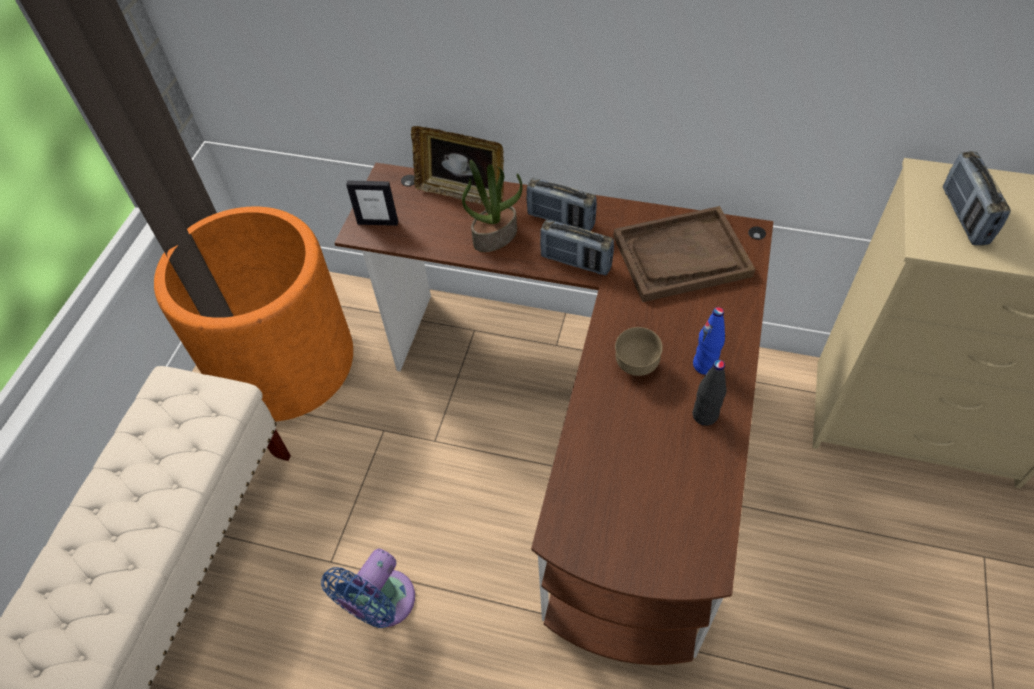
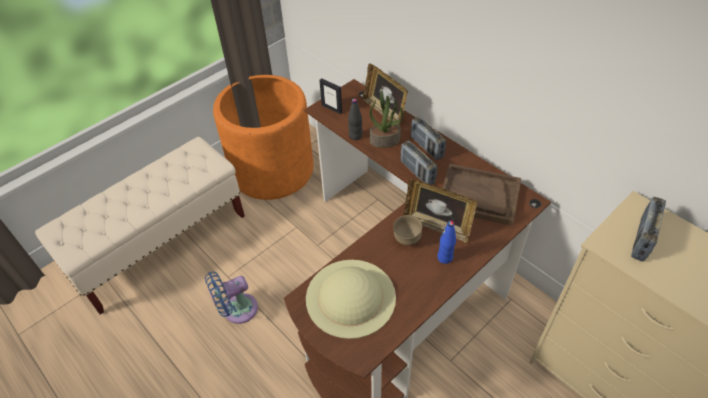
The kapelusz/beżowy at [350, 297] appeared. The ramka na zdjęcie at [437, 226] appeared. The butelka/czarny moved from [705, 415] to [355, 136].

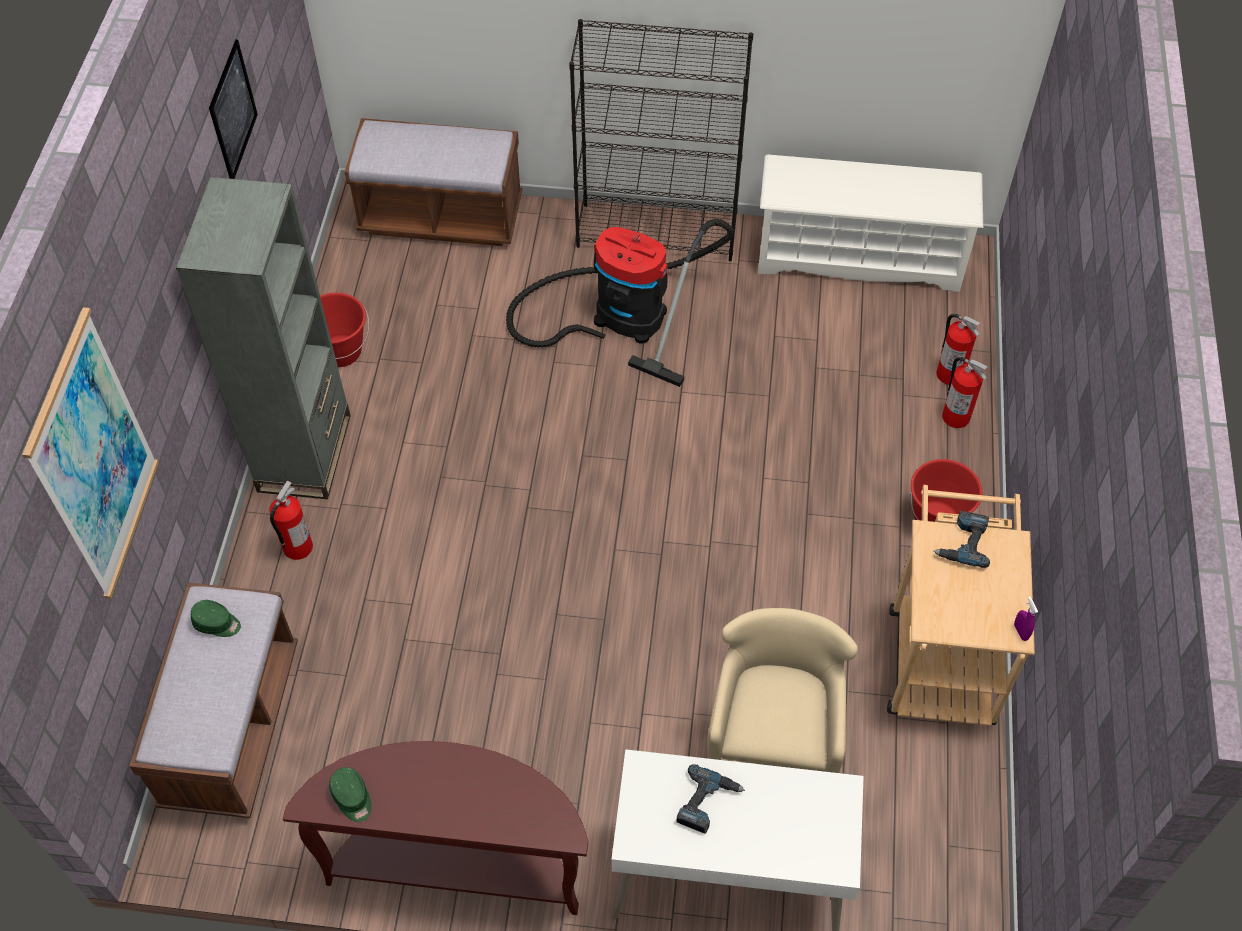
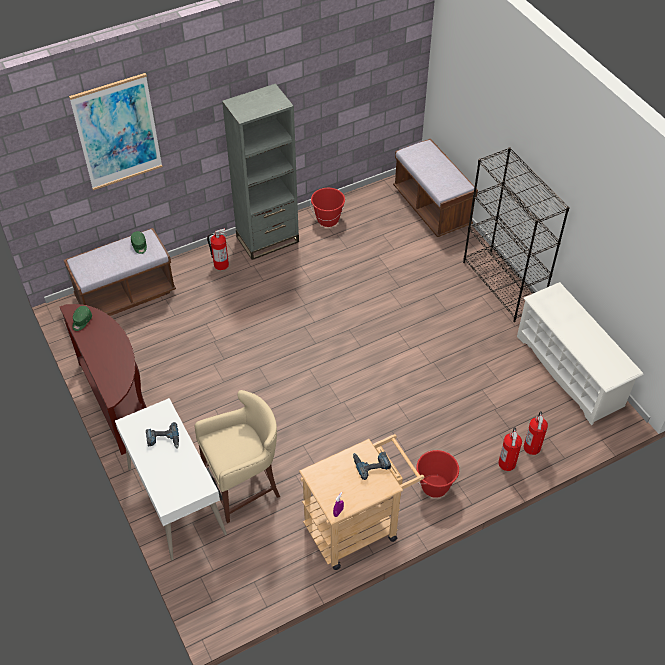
The obraz at [233, 111] disappeared. The odkurzacz at [621, 315] disappeared.

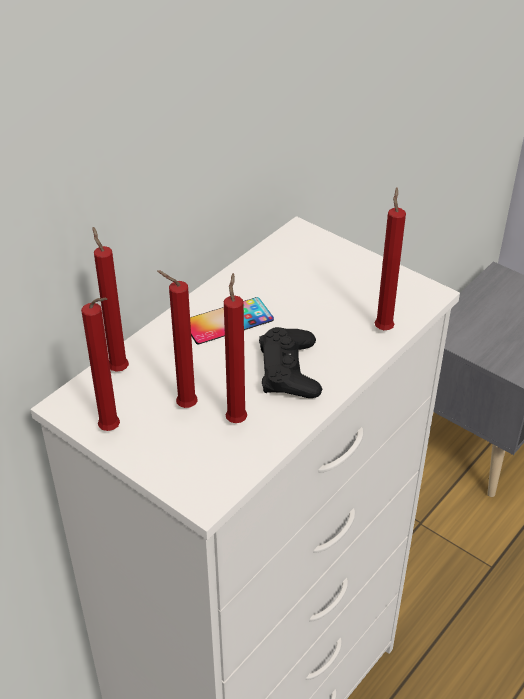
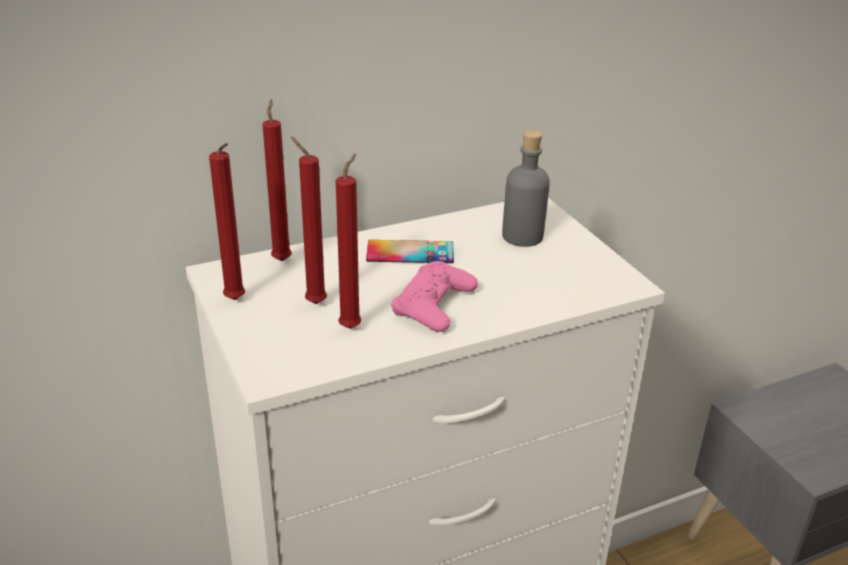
The świeca/czerwony at [383, 328] disappeared. The butelka/szary at [522, 236] appeared. The pad do gier/czarny at [289, 370] became the pad do gier/różowy at [434, 304].

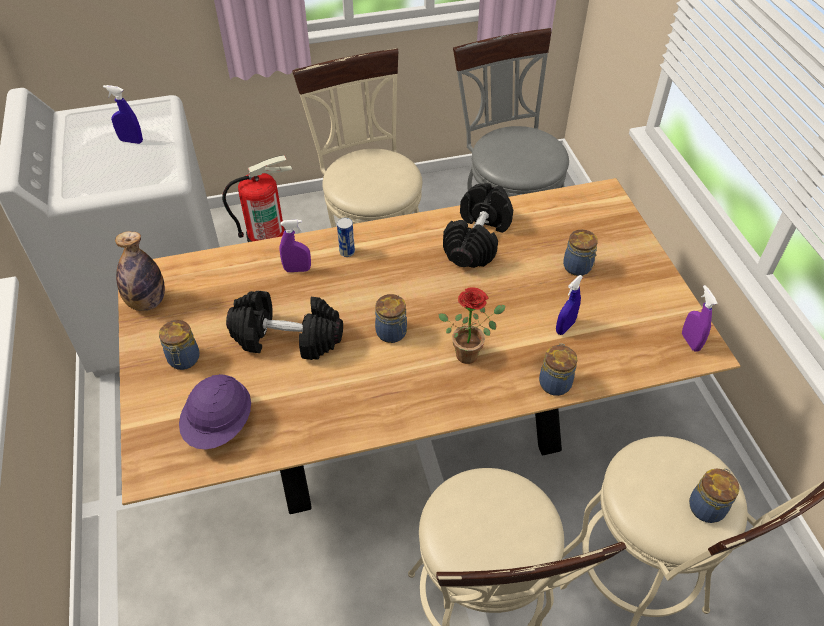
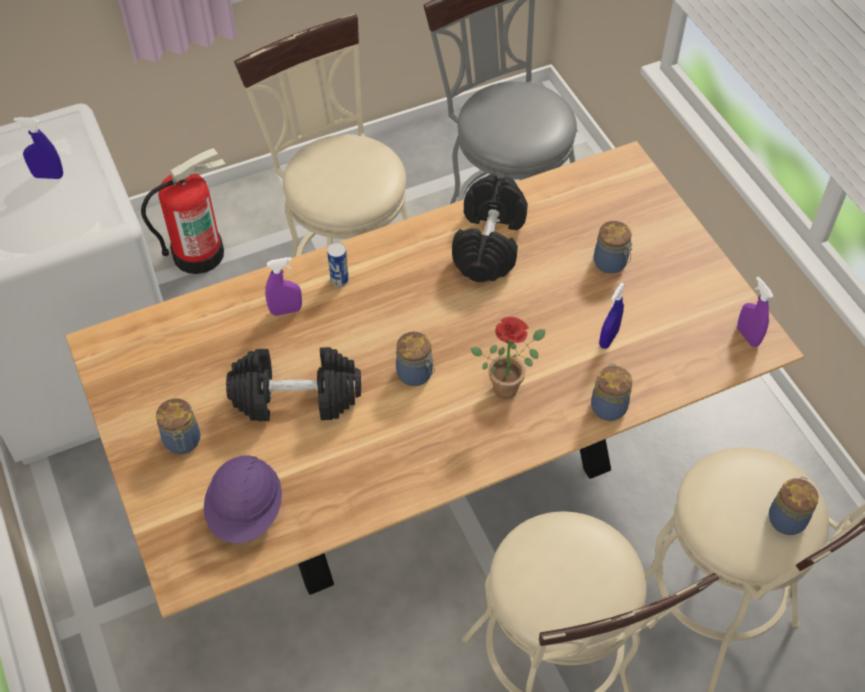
The butelka at [147, 302] disappeared.

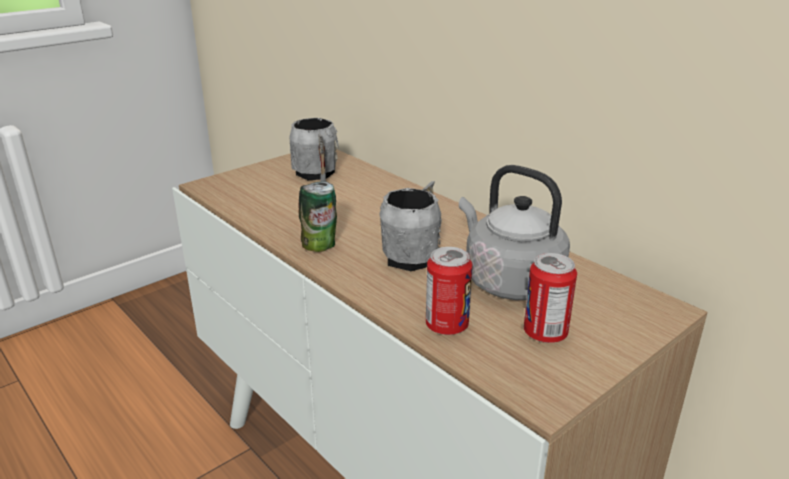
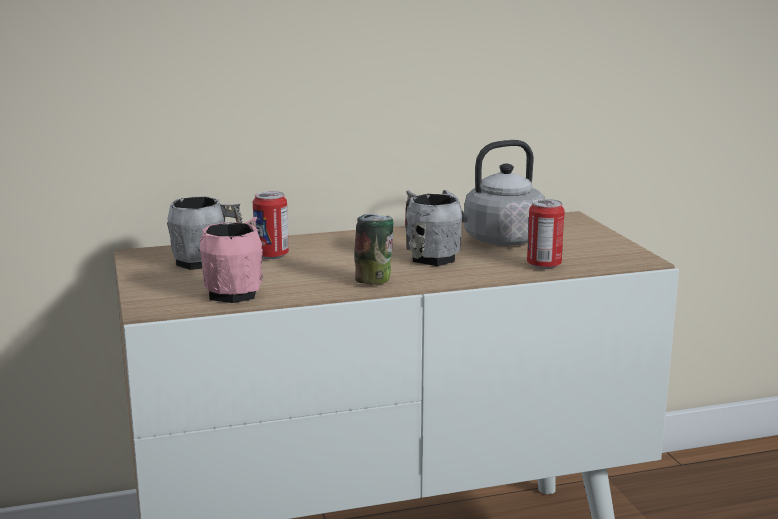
The kubek/różowy at [238, 291] appeared. The puszka moved from [545, 333] to [271, 255].

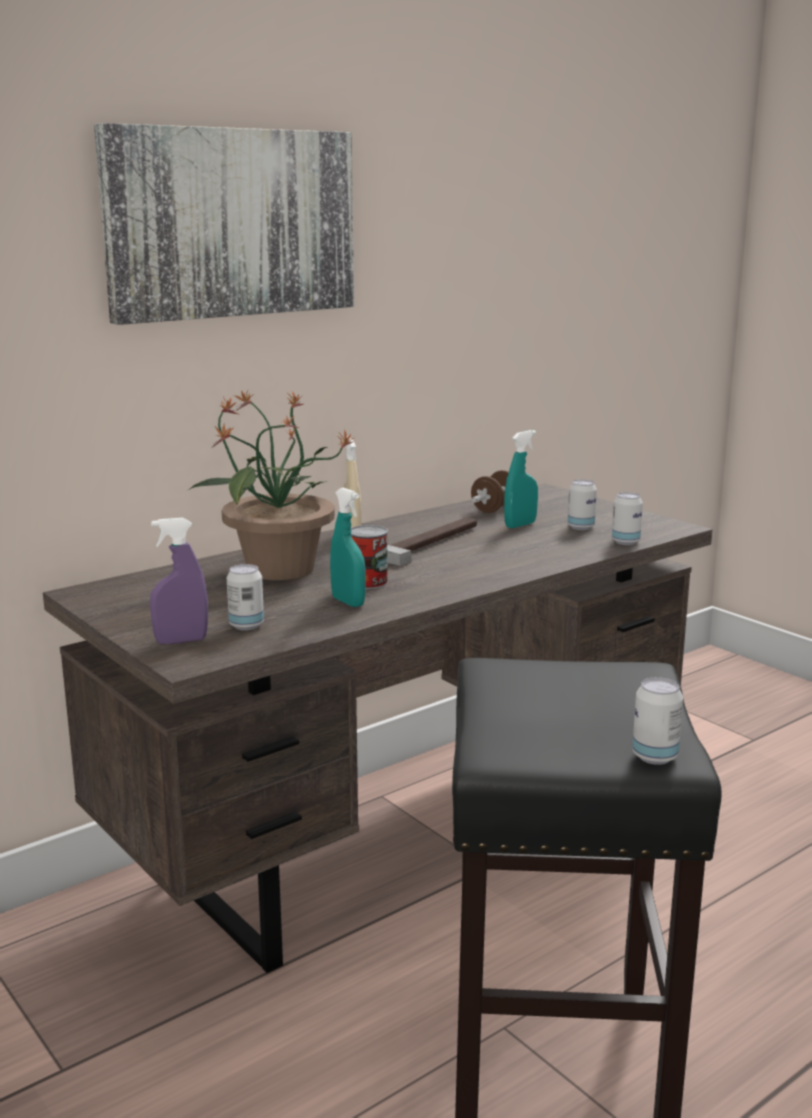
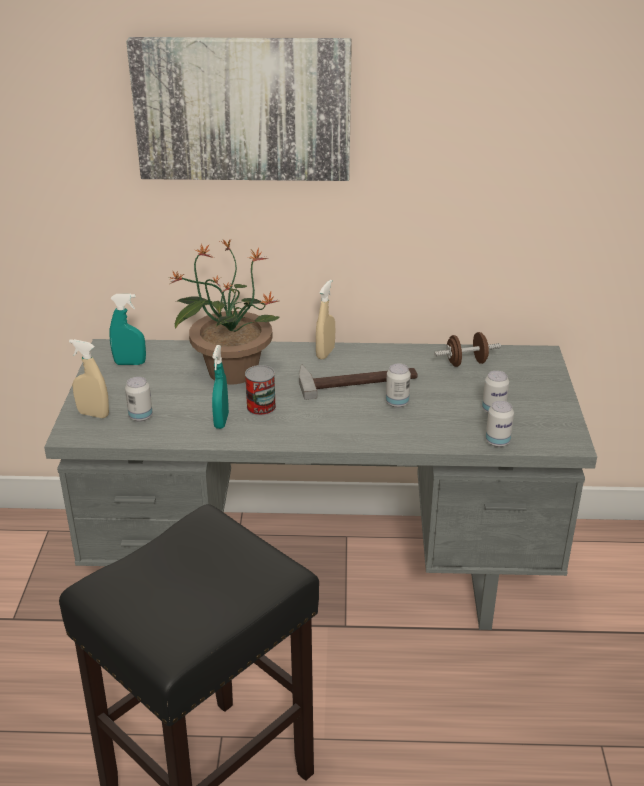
The spryskiwacz/turkusowy moved from [520, 525] to [130, 363]. The puszka moved from [654, 757] to [397, 403]. The biurko/brązowy at [406, 837] became the biurko/szary at [324, 576]. The spryskiwacz/fioletowy at [181, 641] became the spryskiwacz/beżowy at [93, 414].

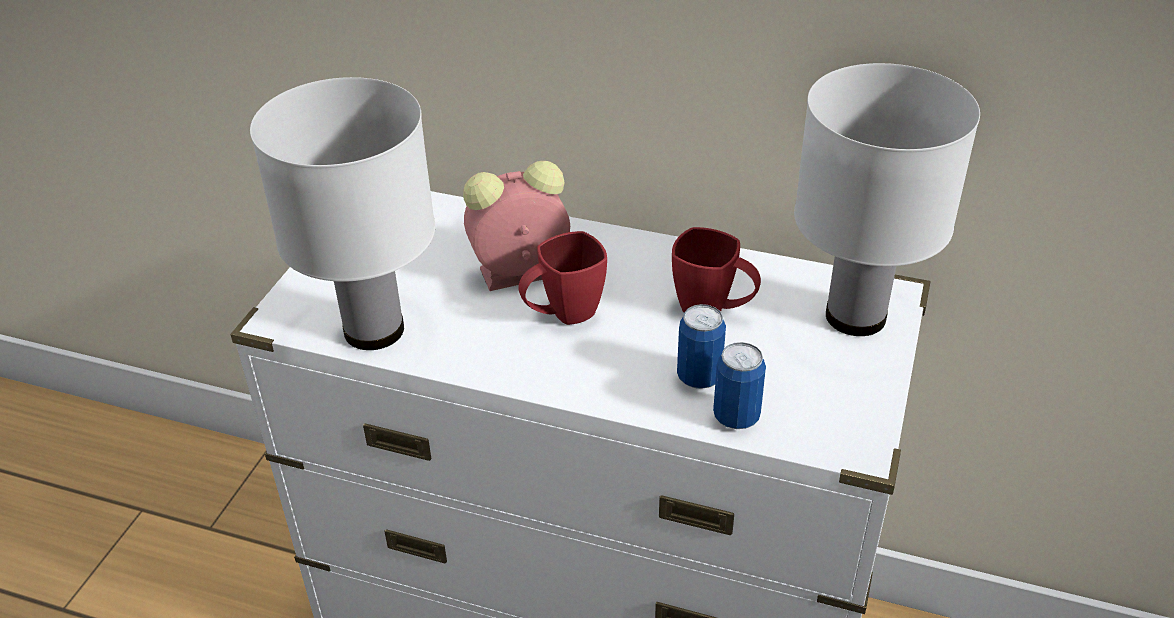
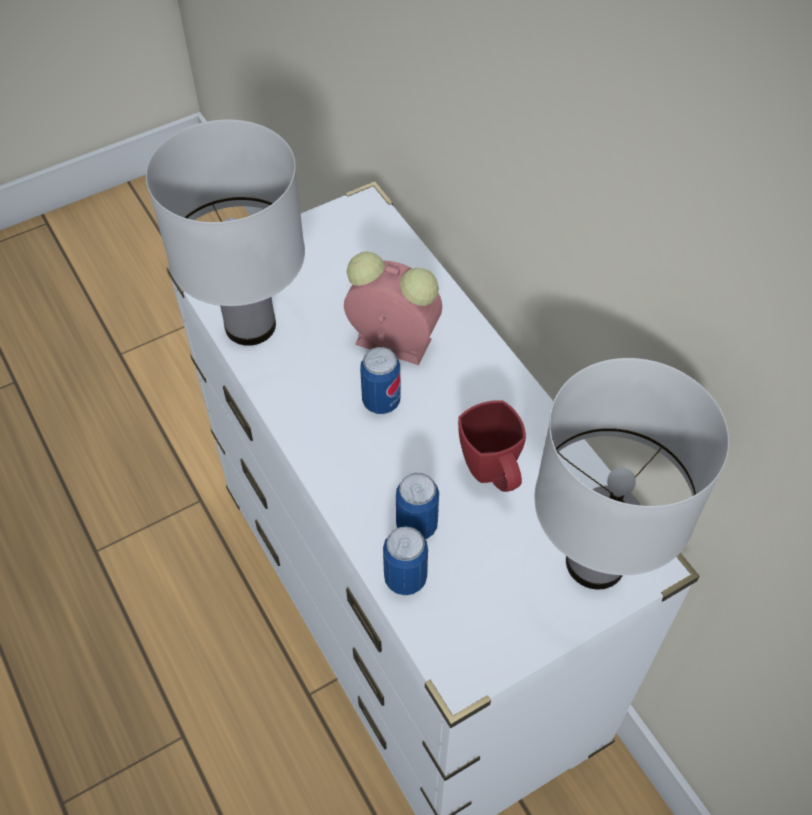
The kubek/czerwony at [562, 315] was replaced by the puszka at [381, 401].

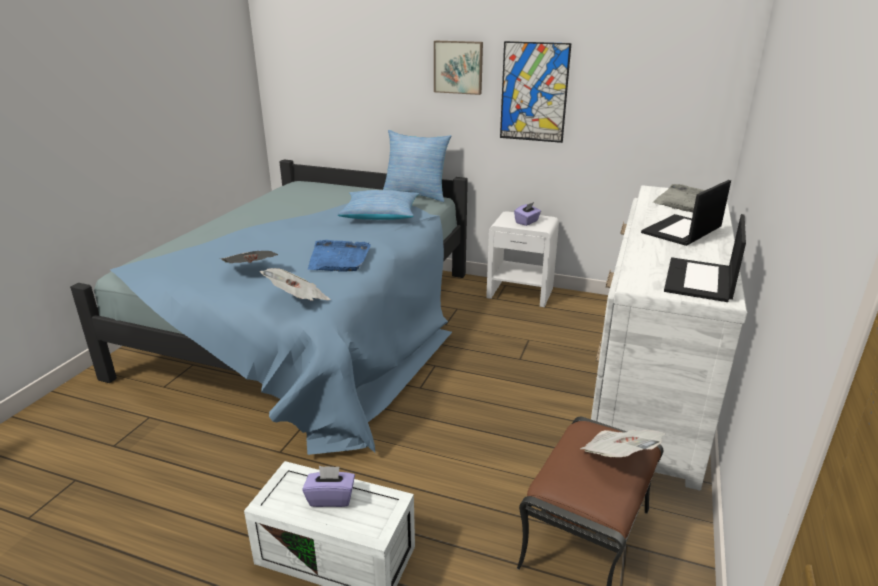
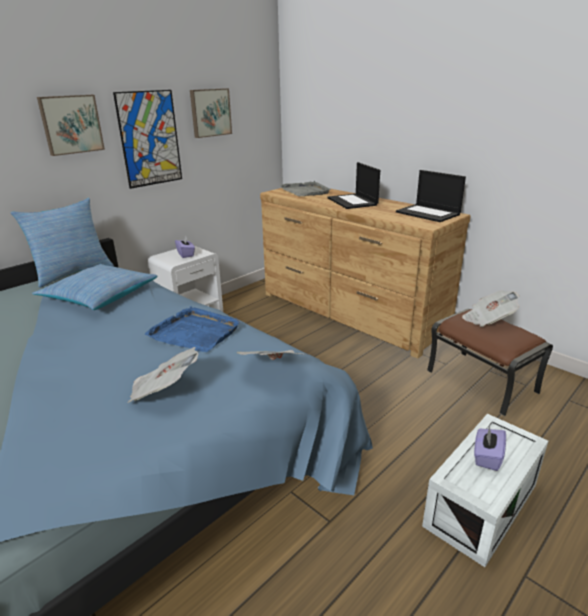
The obraz at [210, 112] appeared. The komoda/biały at [650, 385] became the komoda/brązowy at [350, 313].

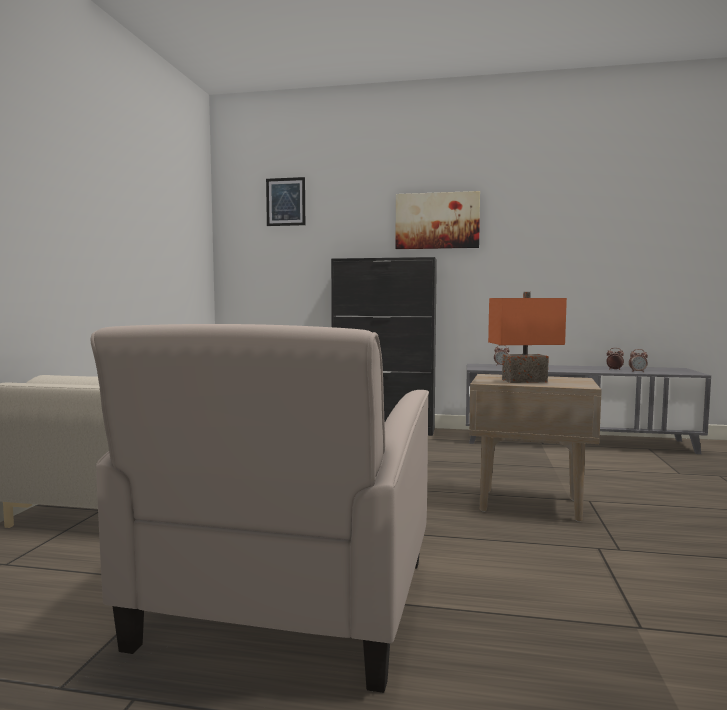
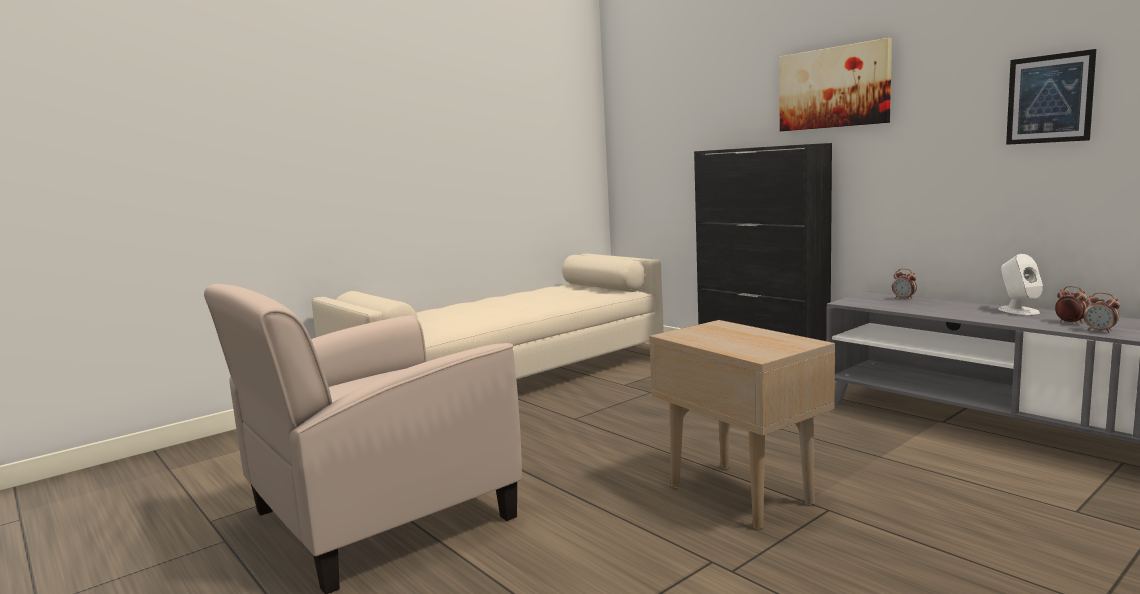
The lampa stołowa/pomarańczowy at [524, 380] disappeared. The głośnik/biały at [1018, 310] appeared. The obraz moved from [285, 202] to [1049, 99].

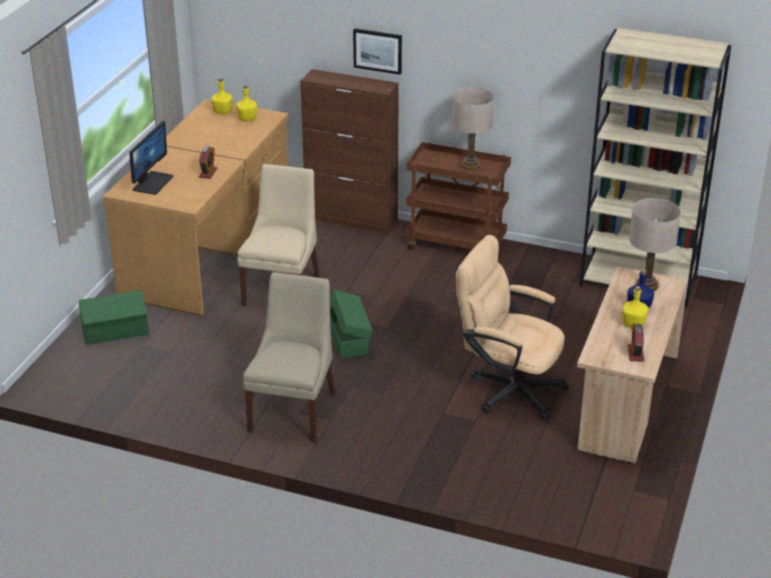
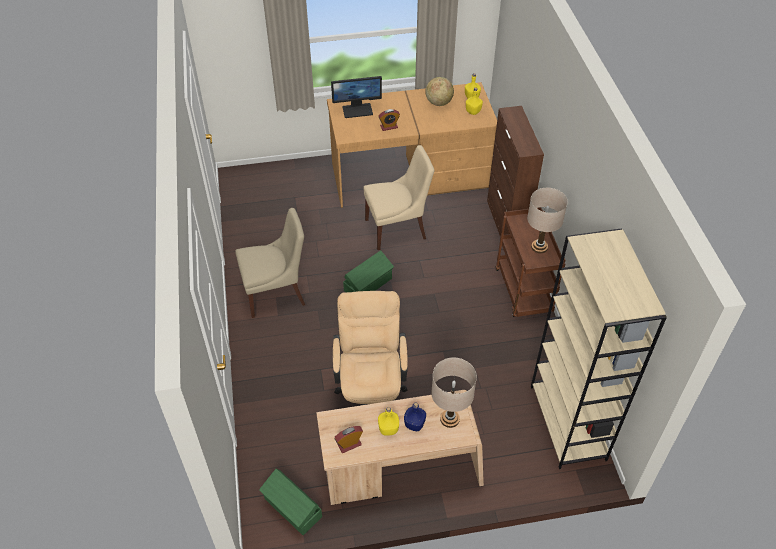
The obraz at [378, 50] disappeared. The globus at [438, 102] appeared. The pojemnik do przechowywania/zielony moved from [116, 332] to [292, 509].

